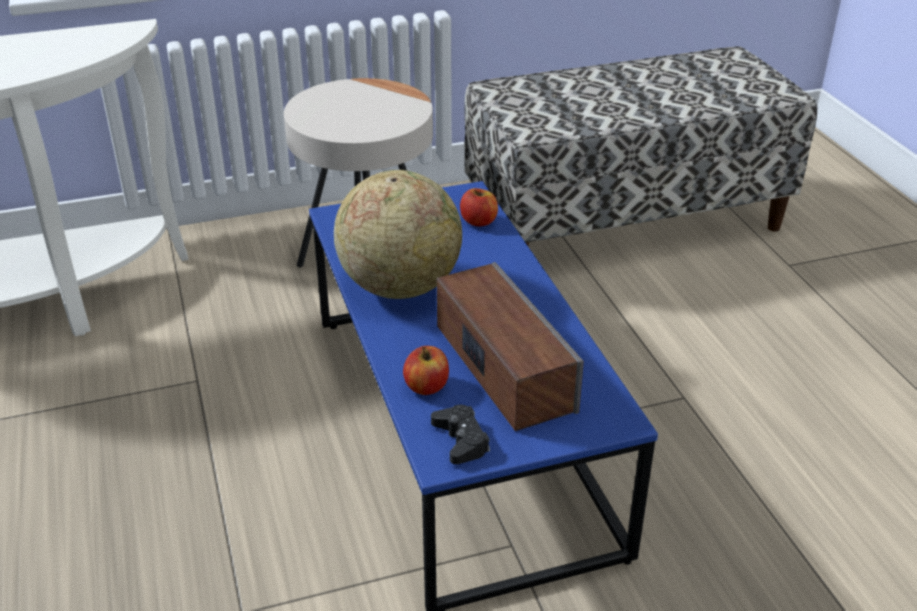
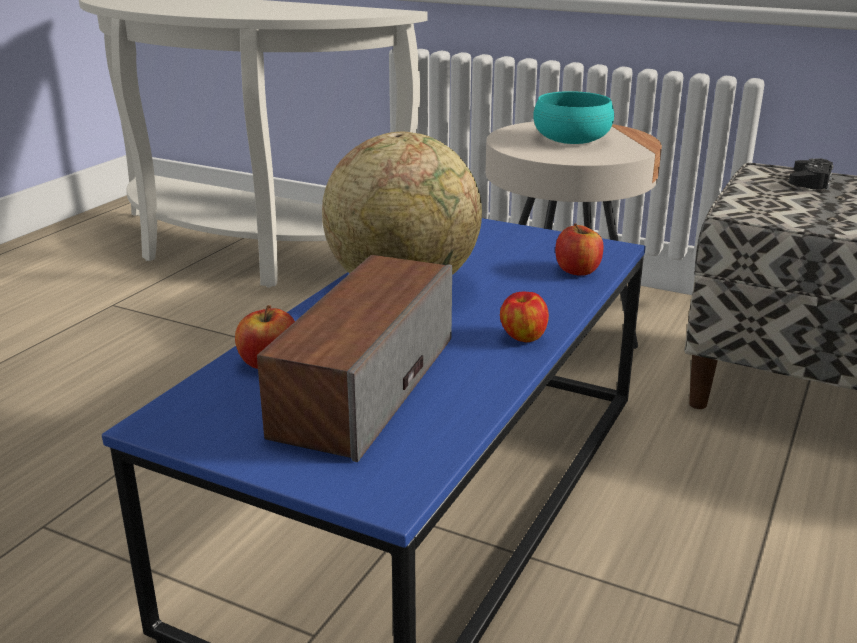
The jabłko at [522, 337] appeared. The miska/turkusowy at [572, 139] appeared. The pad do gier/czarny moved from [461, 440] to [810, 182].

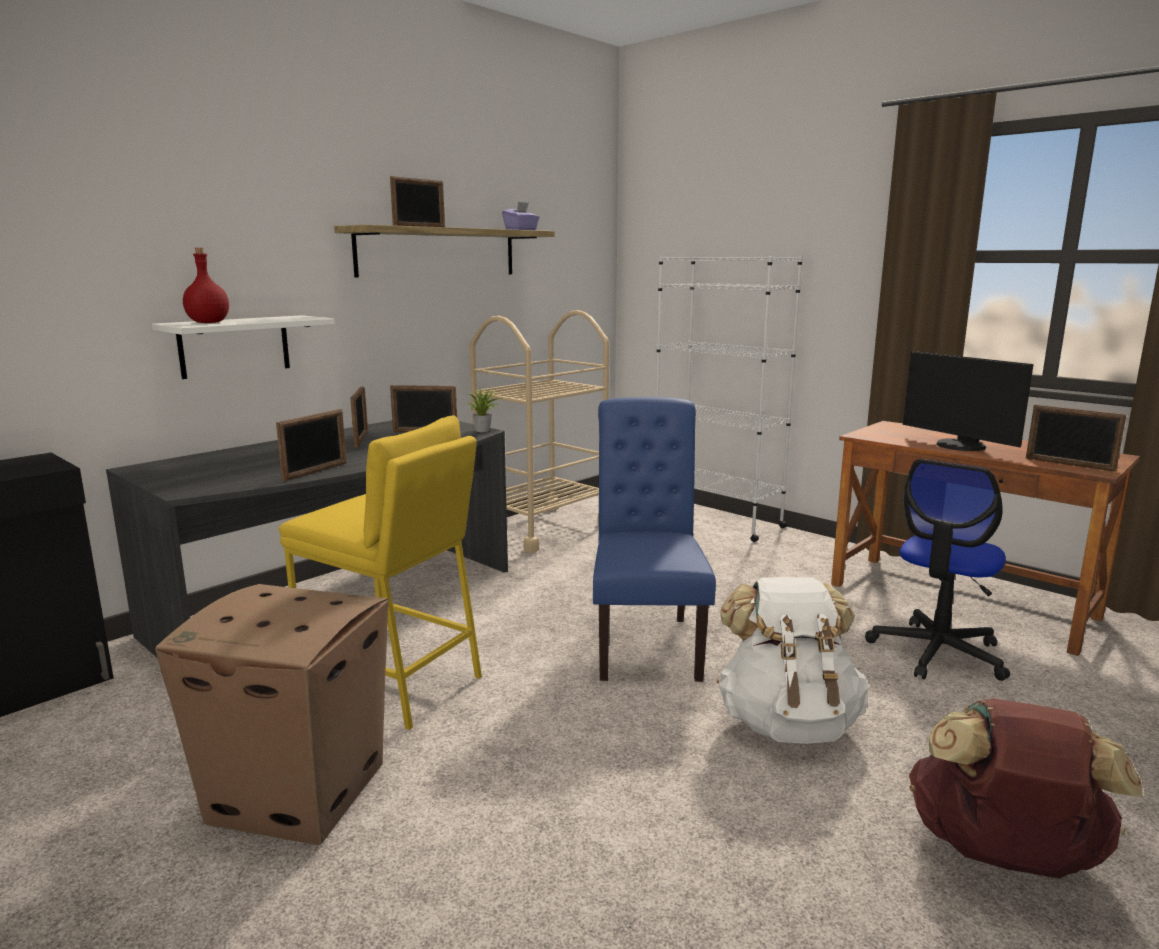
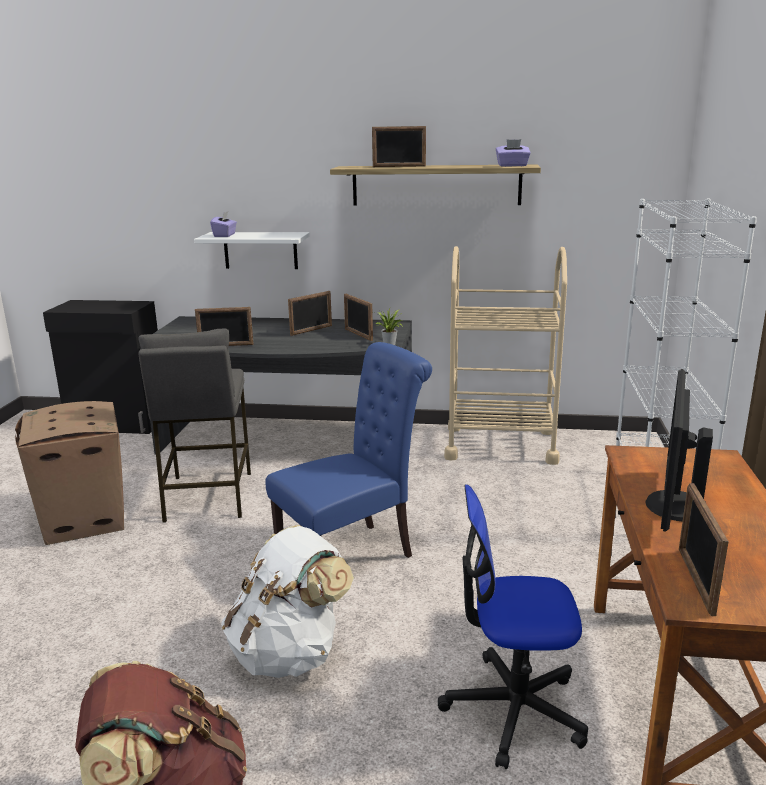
The butelka/czerwony at [207, 323] was replaced by the pudełko chusteczek/fioletowy at [225, 235]. The stołek/żółty at [393, 683] became the stołek/szary at [207, 496].

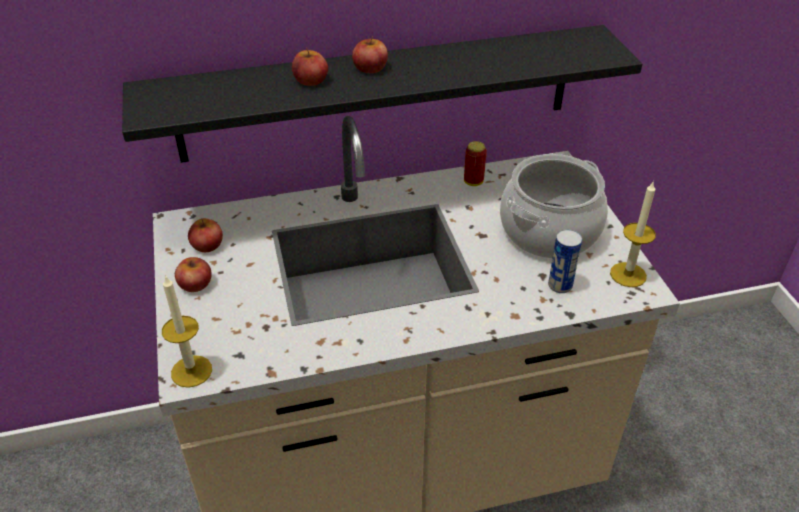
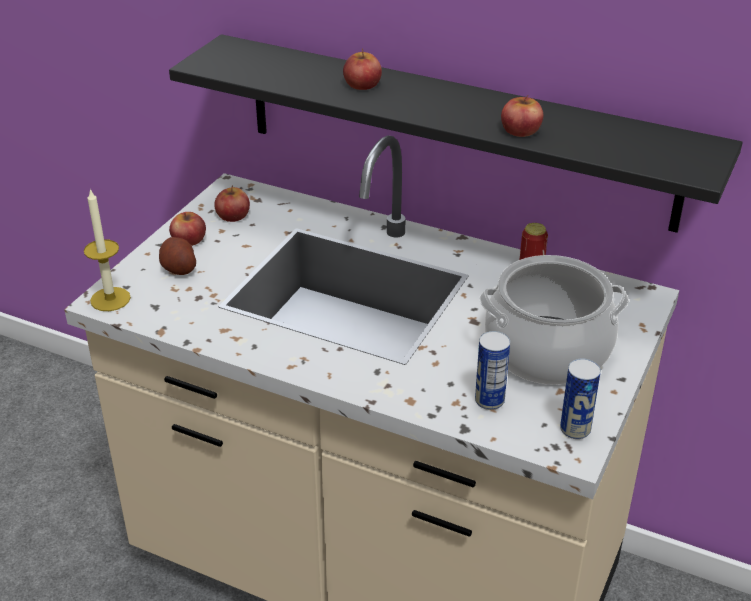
The ziemniak at [179, 268] appeared. The jabłko moved from [370, 67] to [520, 130]. The świeca at [628, 274] was replaced by the puszka at [575, 429].

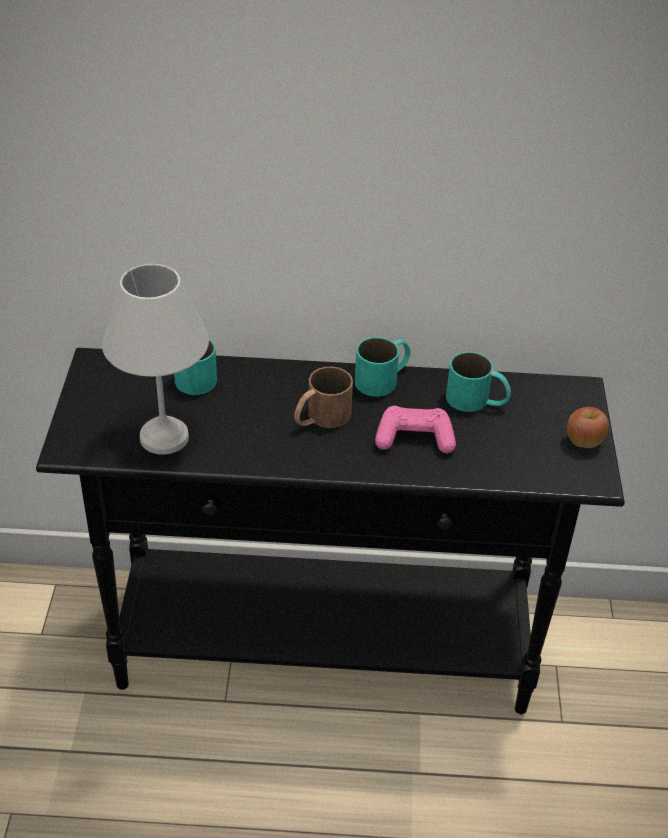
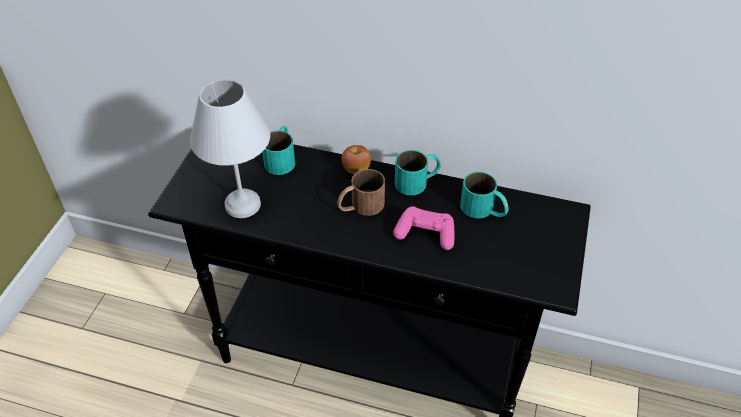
The jabłko moved from [584, 442] to [356, 170].

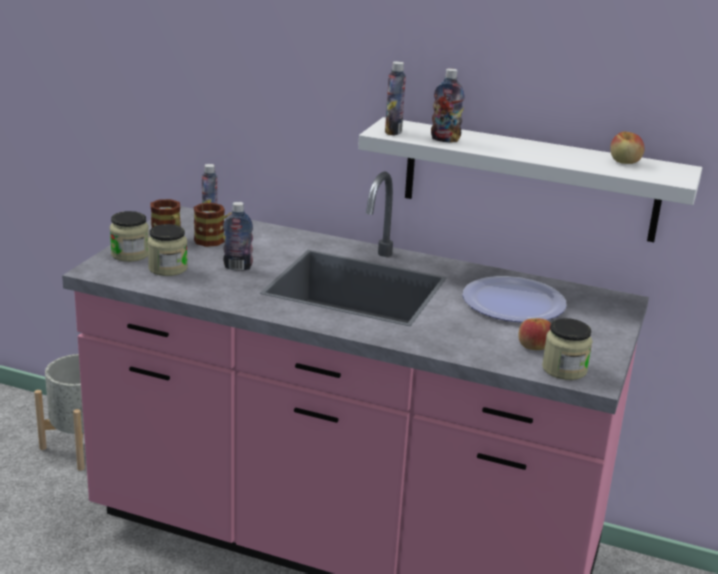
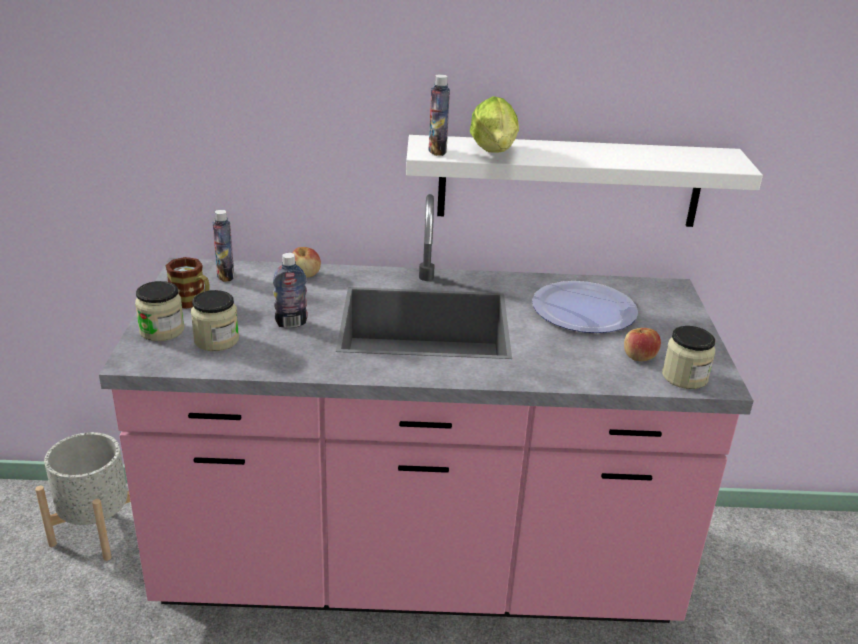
The kubek at [216, 241] disappeared. The jabłko moved from [625, 162] to [305, 274]. The butelka at [445, 139] was replaced by the sałata at [495, 153].

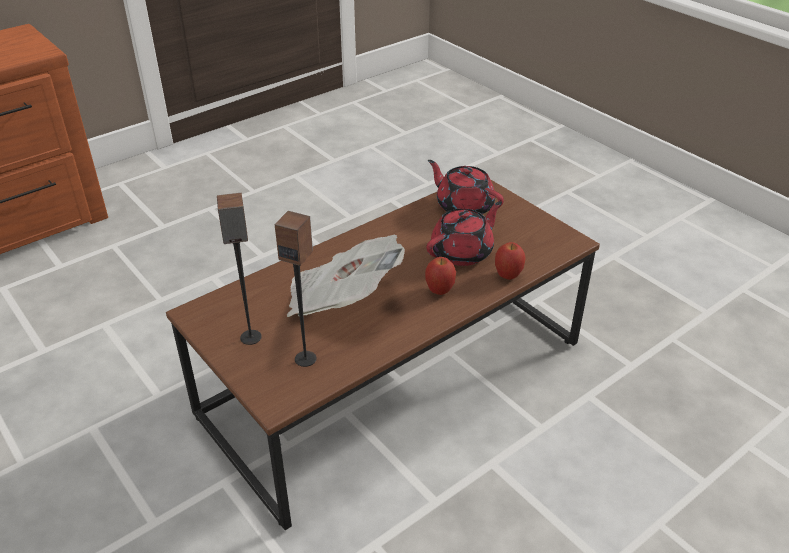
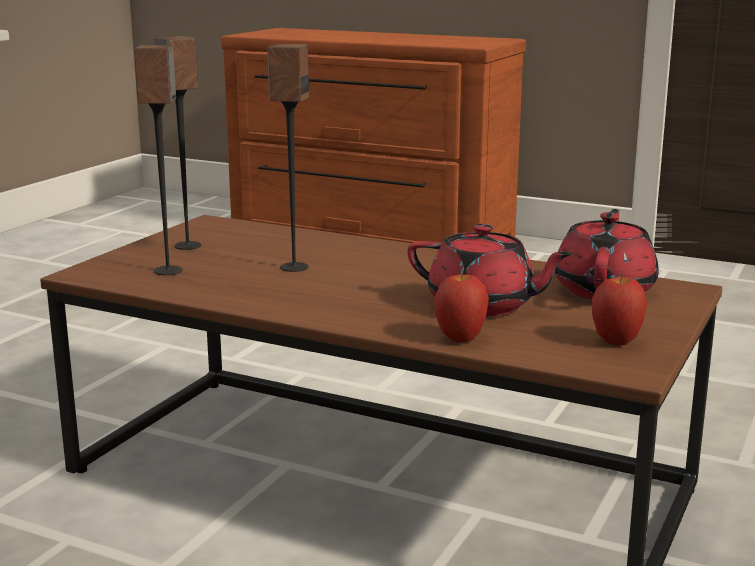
The jabłko moved from [439, 291] to [616, 342]. The gazeta at [342, 300] was replaced by the głośnik at [293, 267].

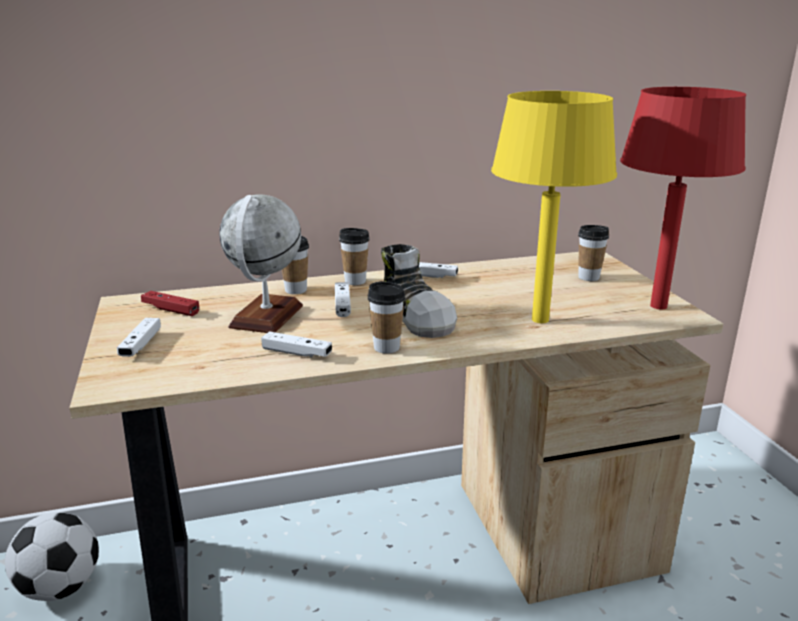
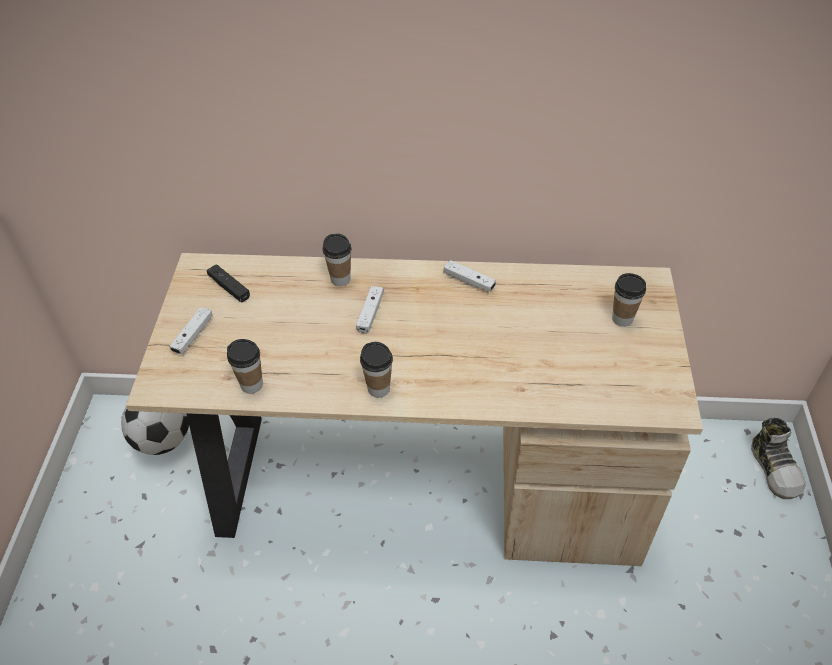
The globus at [267, 316] disappeared. The pad do gier/biały at [297, 353] disappeared. The lampa stołowa/żółty at [540, 320] disappeared. The lampa stołowa/czerwony at [657, 306] disappeared. The filiżanka moved from [355, 281] to [251, 385]. The but moved from [417, 317] to [775, 468]. The pad do gier/czerwony at [171, 310] became the pad do gier/czarny at [229, 287].

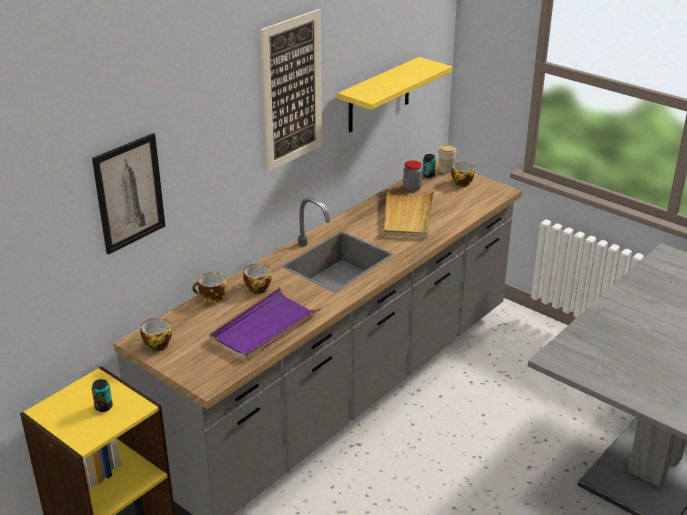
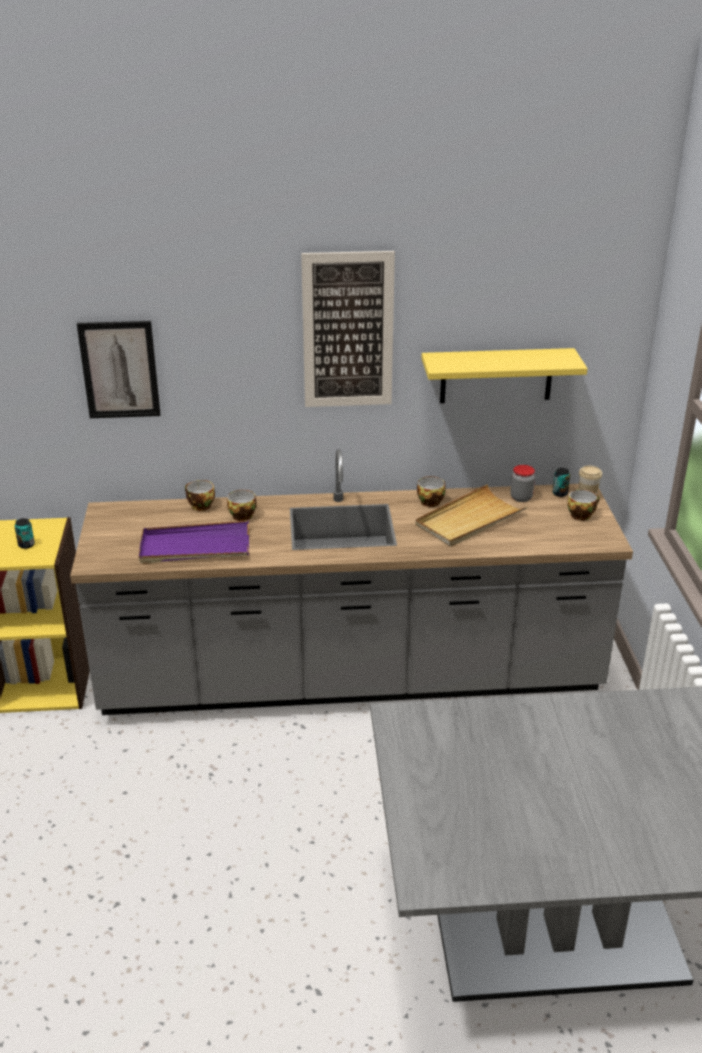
The filiżanka moved from [156, 344] to [430, 501].

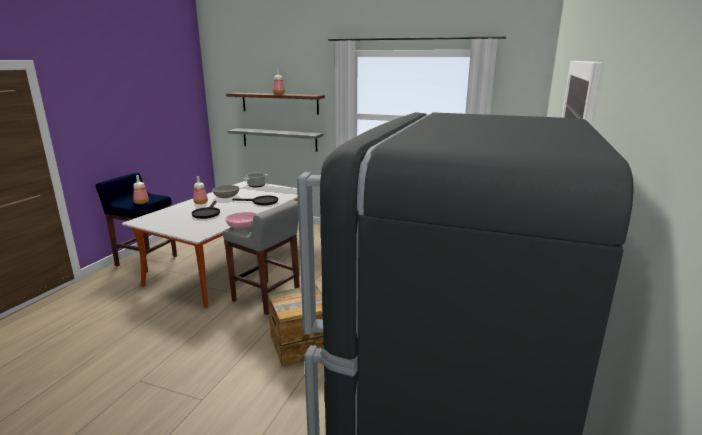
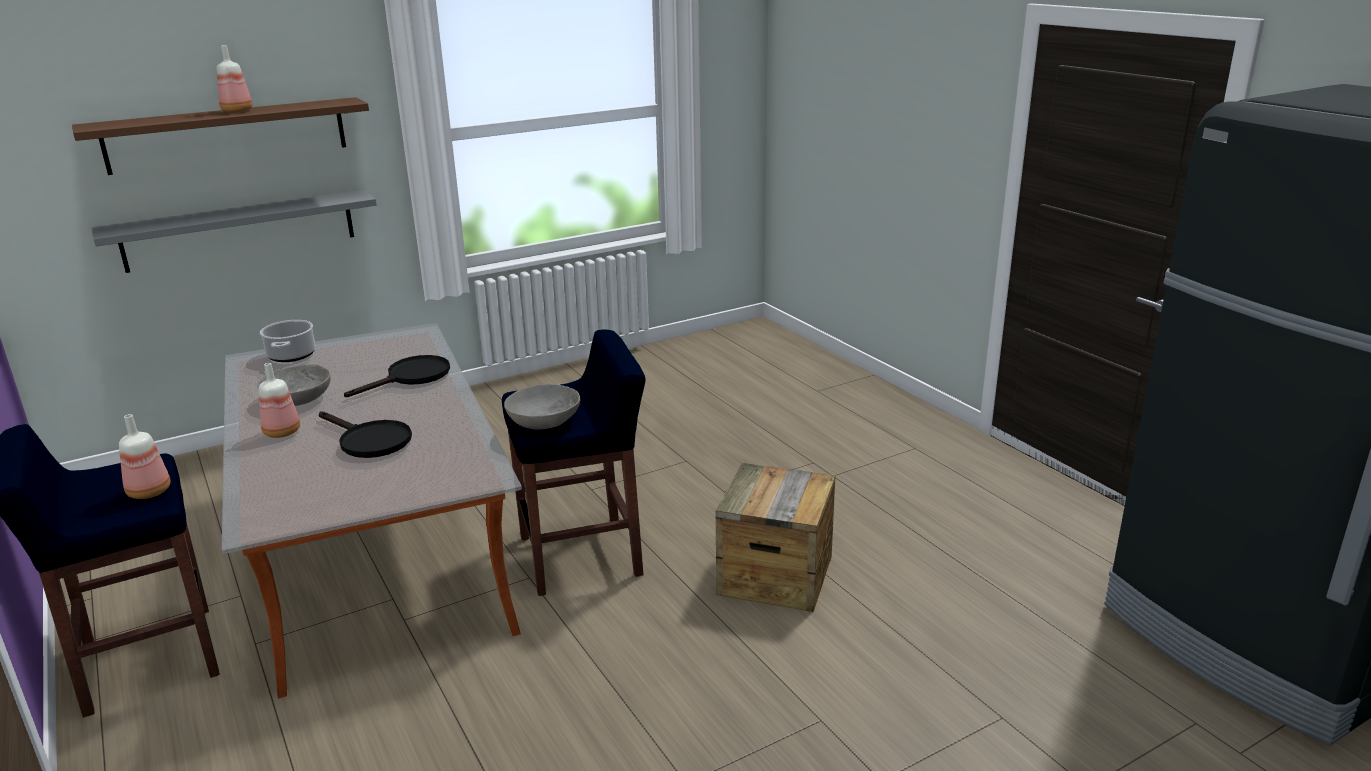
The stołek/szary at [267, 298] became the stołek/niebieski at [583, 556]. The miska/różowy at [243, 227] became the miska/szary at [544, 421].

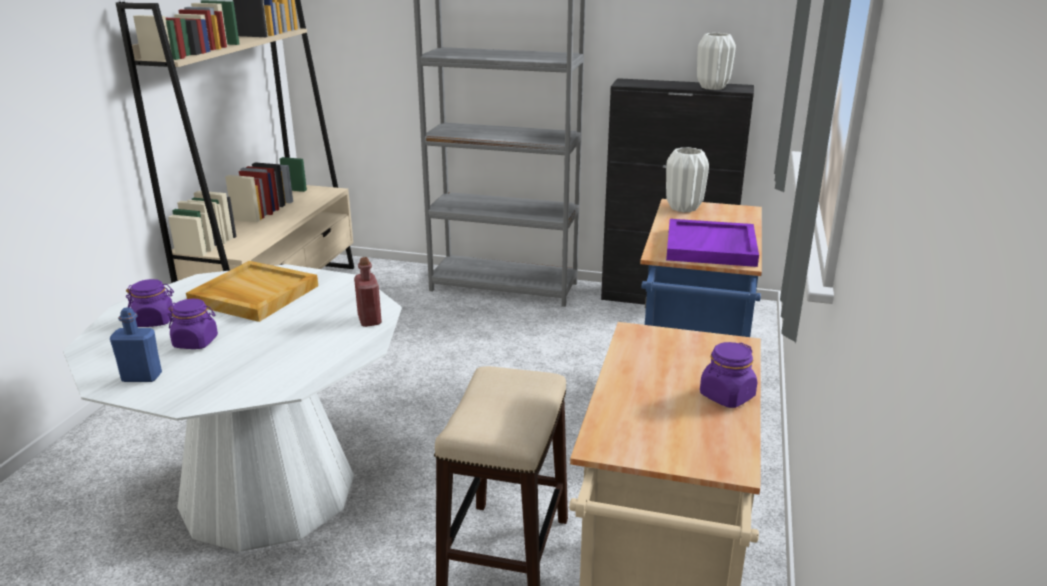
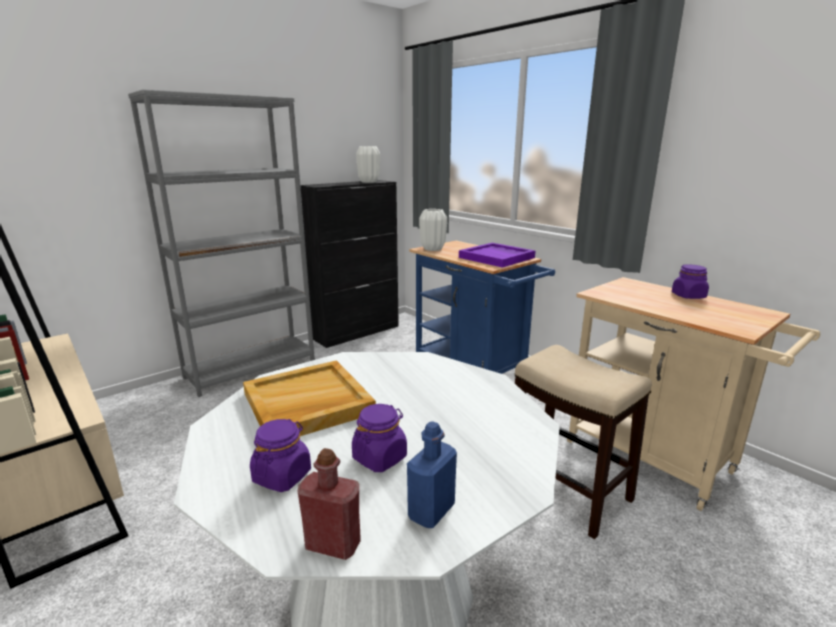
The butelka/czerwony moved from [369, 320] to [333, 544].

